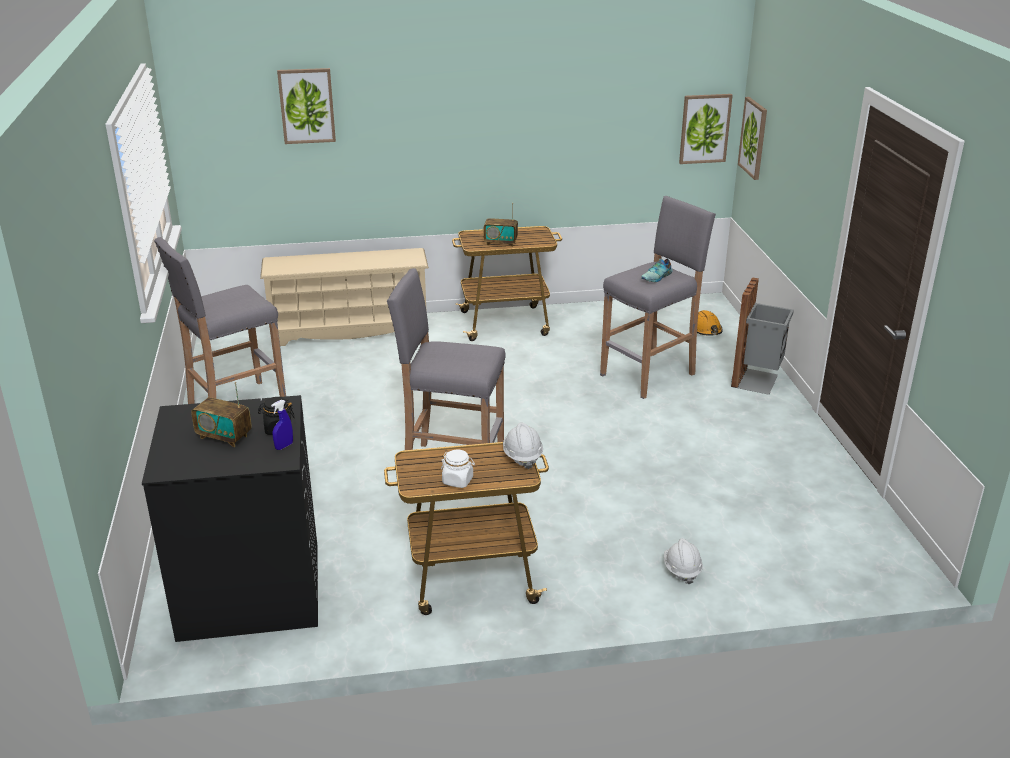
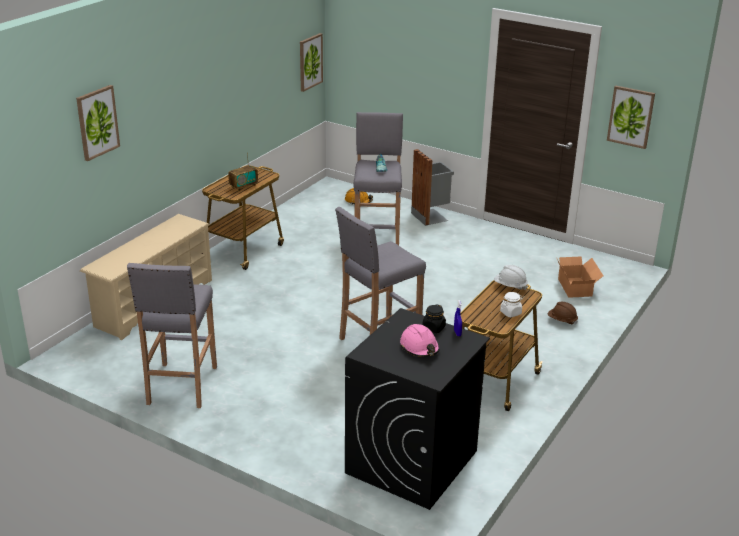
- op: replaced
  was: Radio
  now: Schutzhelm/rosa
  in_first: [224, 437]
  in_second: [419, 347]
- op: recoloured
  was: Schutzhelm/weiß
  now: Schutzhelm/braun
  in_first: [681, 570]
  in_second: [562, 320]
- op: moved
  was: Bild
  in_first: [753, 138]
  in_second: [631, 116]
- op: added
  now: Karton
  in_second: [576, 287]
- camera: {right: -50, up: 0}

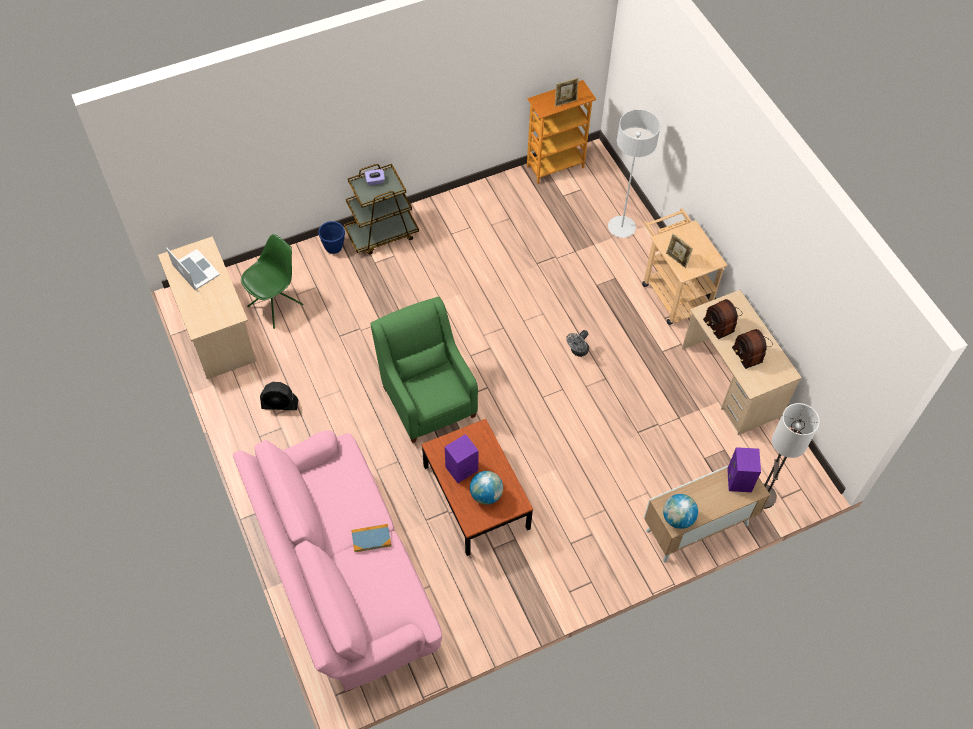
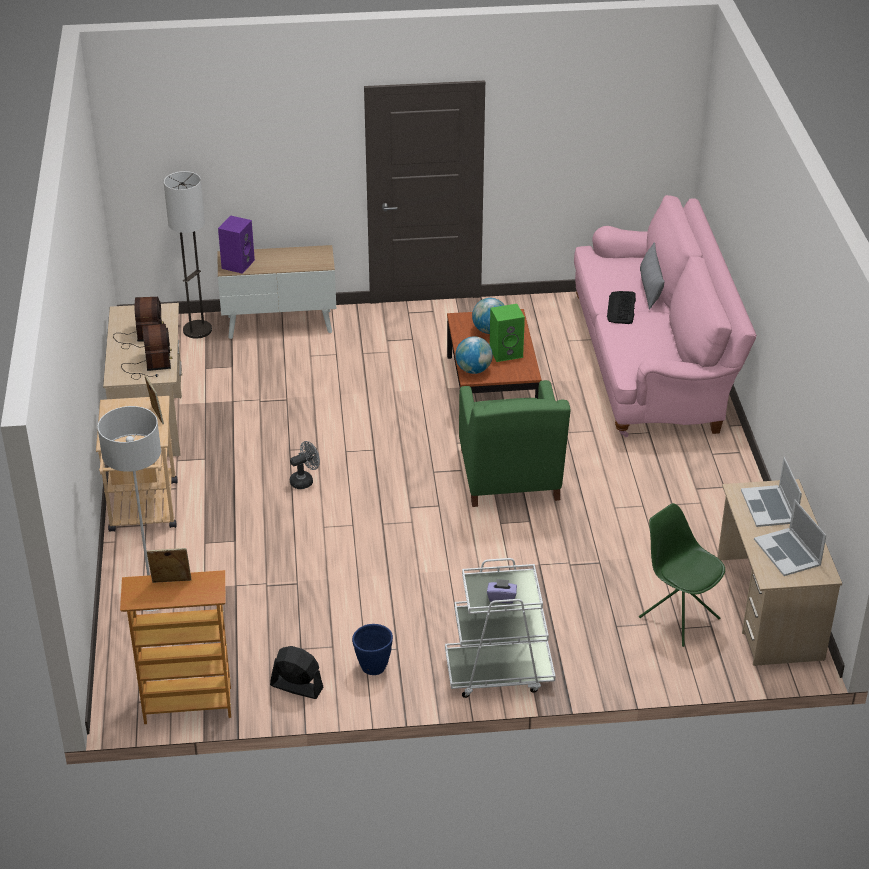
- op: turned
  was: Stuhl/grün
  in_first: [276, 305]
  in_second: [678, 617]
  clockwise: 75
- op: moved
  was: Ventilator/schwarz
  in_first: [280, 404]
  in_second: [296, 686]
- op: moved
  was: Pflanzkübel/blau
  in_first: [334, 248]
  in_second: [373, 667]
- op: recoloured
  was: Rollwagen/braun
  now: Rollwagen/weiß
  in_first: [382, 234]
  in_second: [498, 673]
- op: replaced
  was: Buch
  now: Tastatur
  in_first: [371, 538]
  in_second: [621, 308]
- op: recoloured
  was: Lautsprecher/lila
  now: Lautsprecher/grün
  in_first: [461, 469]
  in_second: [506, 352]
- op: moved
  was: Globus
  in_first: [677, 518]
  in_second: [473, 370]
- op: added
  now: Kissen/grau
  in_second: [650, 289]
- op: added
  now: Laptop
  in_second: [769, 506]
- camera: {right: -160, up: -20}

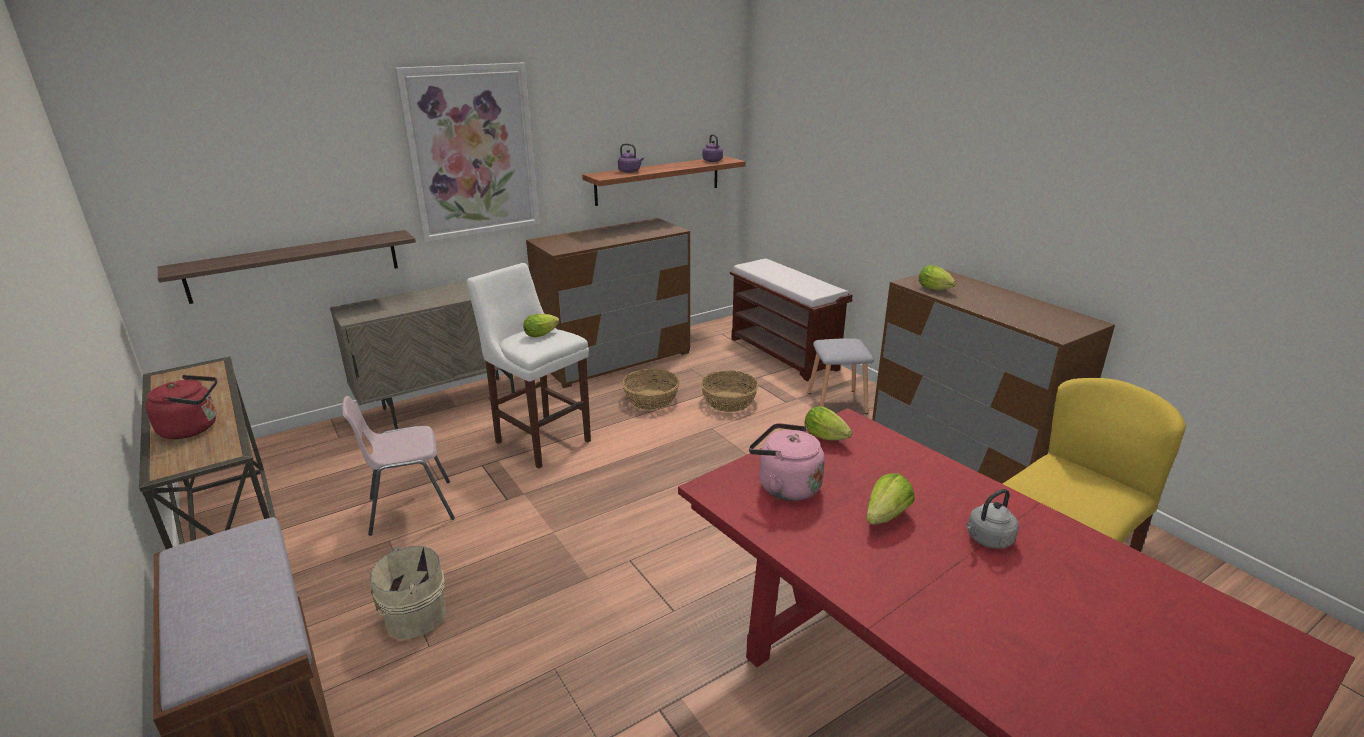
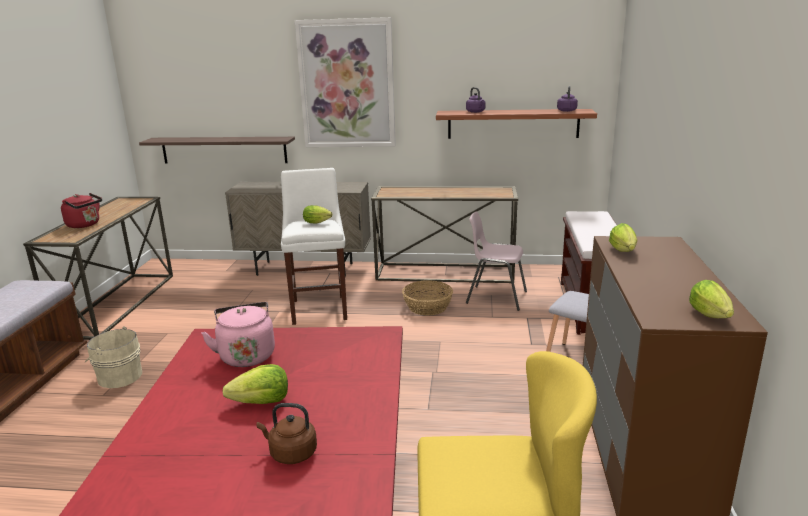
- op: moved
  was: Stuhl/rosa
  in_first: [410, 508]
  in_second: [495, 297]
- op: replaced
  was: Kommode/braun
  now: Konsolentisch
  in_first: [615, 359]
  in_second: [445, 272]
- op: removed
  was: Korb
  in_first: [729, 401]
- op: moved
  was: Salatkopf
  in_first: [828, 438]
  in_second: [711, 317]
- op: recoloured
  was: Wasserkessel/grau
  now: Wasserkessel/braun
  in_first: [987, 539]
  in_second: [291, 453]
- camera: {right: 40, up: -5}

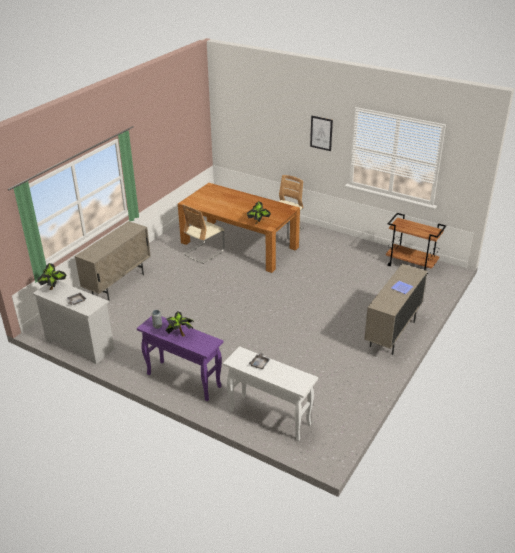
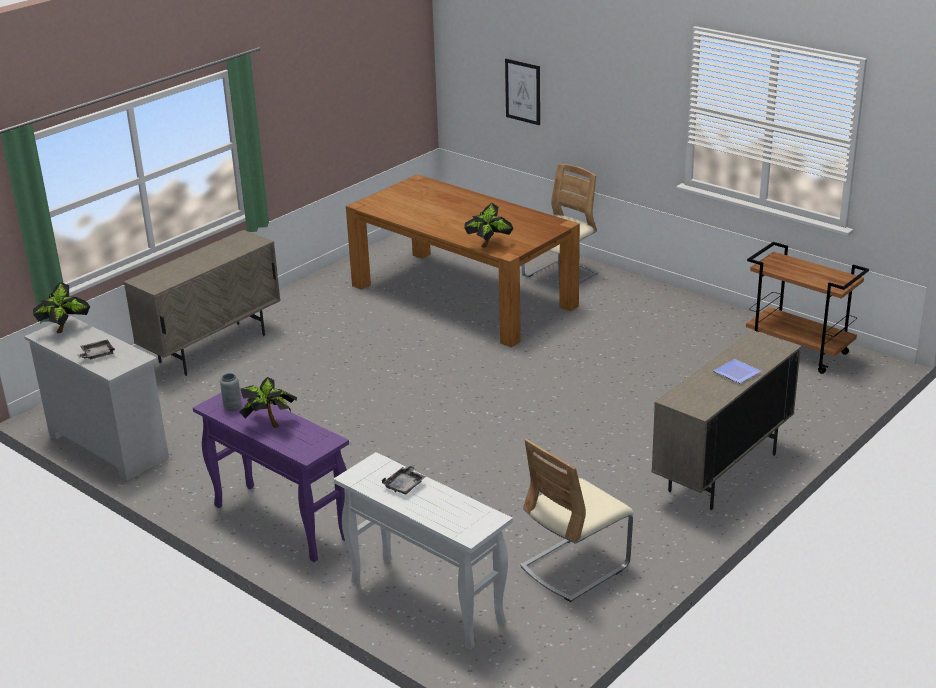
- op: moved
  was: Stuhl/beige
  in_first: [204, 252]
  in_second: [575, 566]
- op: moved
  was: Bild
  in_first: [321, 133]
  in_second: [523, 91]
- camera: {right: 10, up: -5}

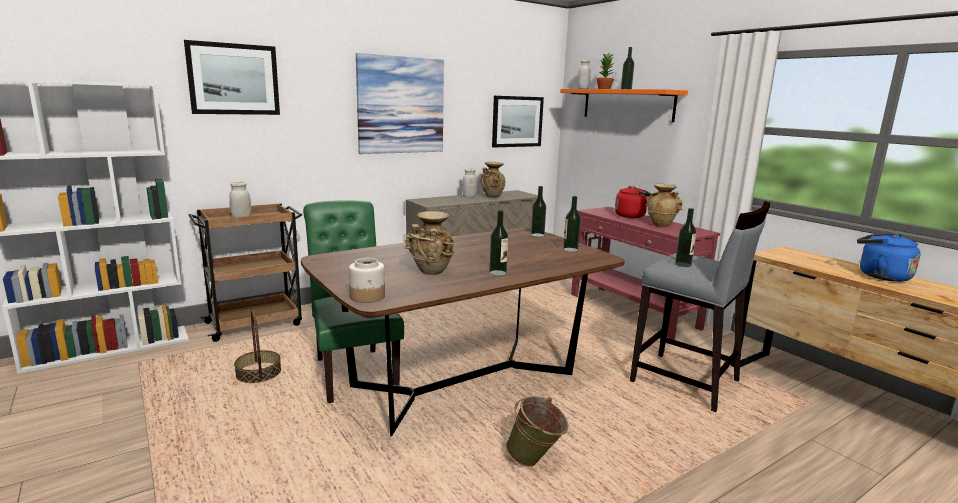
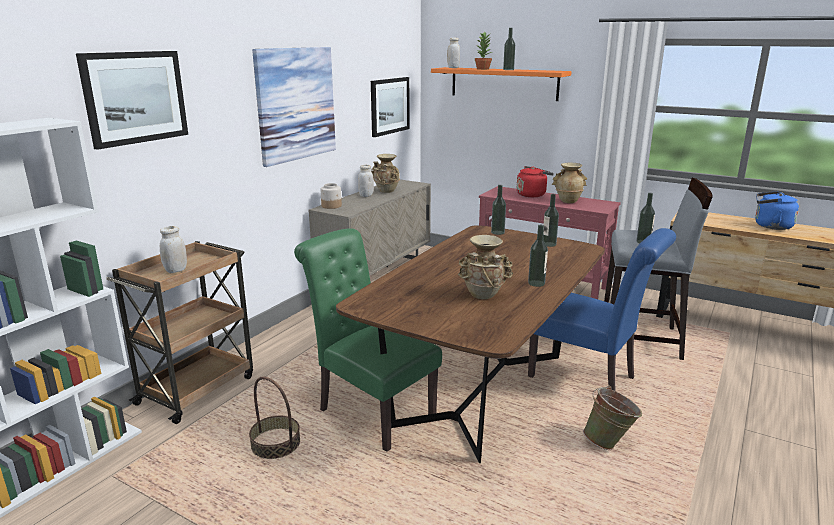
- op: moved
  was: Vorratsglas
  in_first: [367, 297]
  in_second: [331, 206]
- op: added
  now: Stuhl/blau
  in_second: [588, 379]
- camera: {right: -25, up: 5}

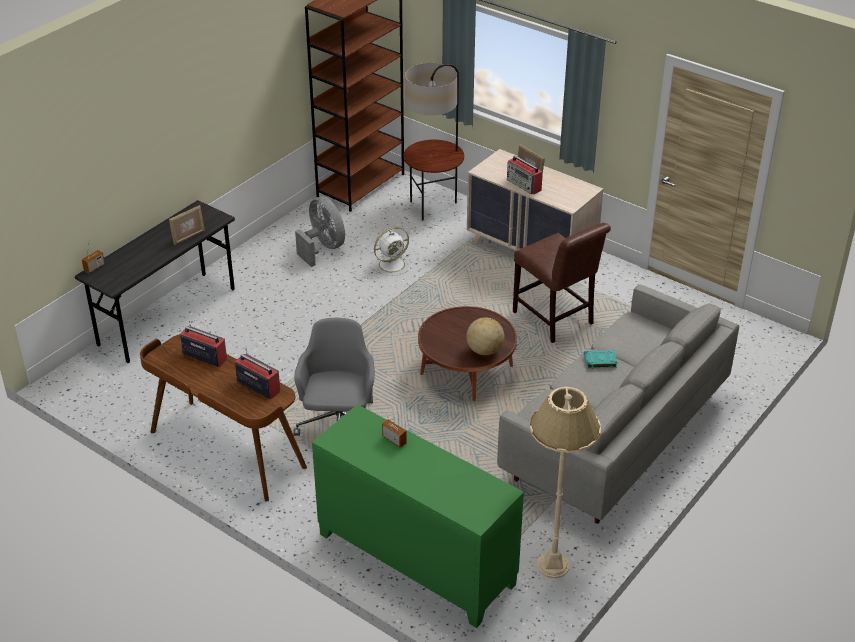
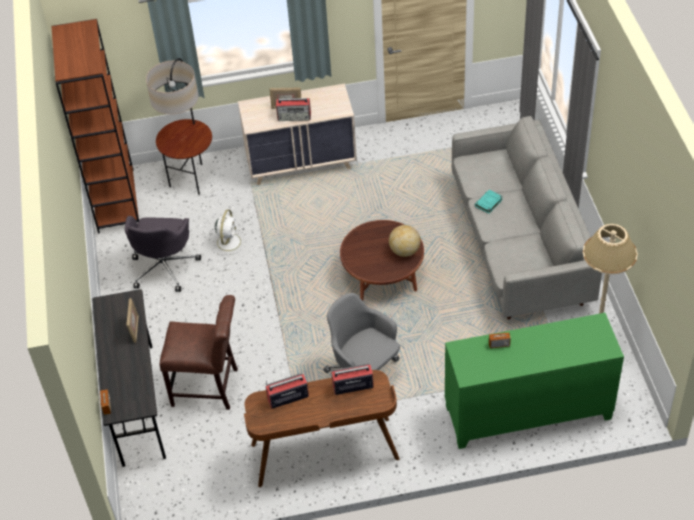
- op: replaced
  was: Ventilator/grau
  now: Bürostuhl/grau
  in_first: [323, 248]
  in_second: [164, 267]
- op: moved
  was: Stuhl/braun
  in_first: [555, 320]
  in_second: [209, 388]
- camera: {right: -45, up: 10}

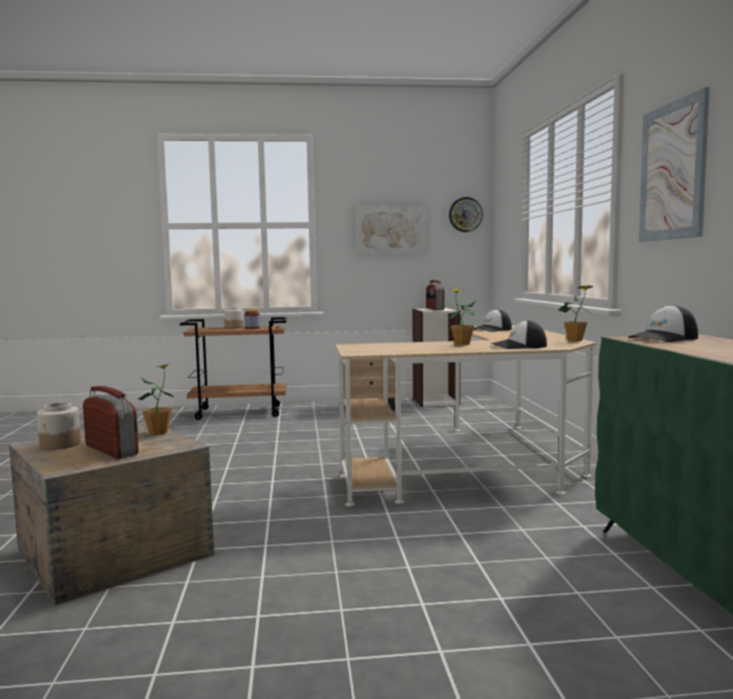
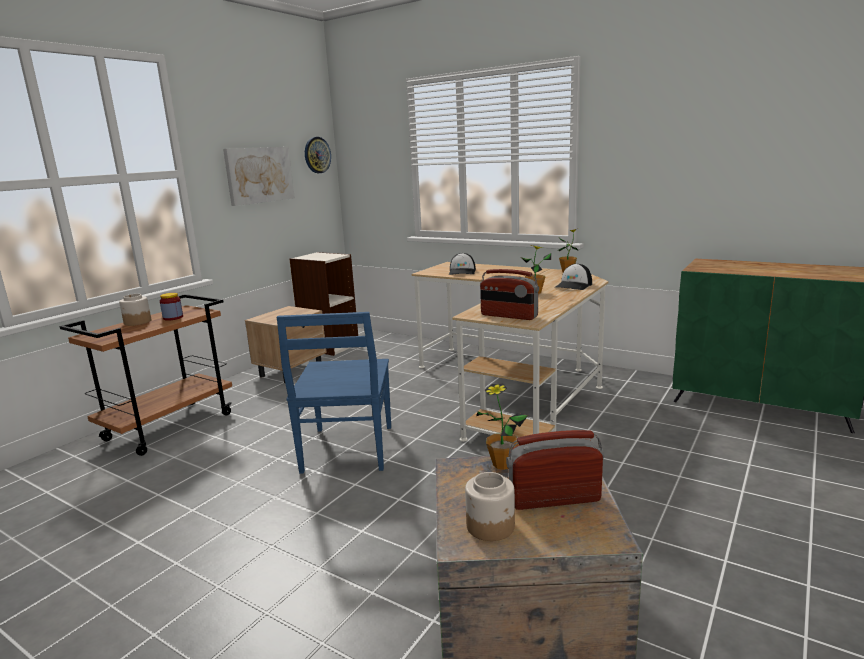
- op: moved
  was: Radio
  in_first: [434, 309]
  in_second: [508, 316]
- op: removed
  was: Kappe
  in_first: [663, 338]
- op: removed
  was: Bild
  in_first: [672, 171]
- op: added
  now: Stuhl/blau
  in_second: [347, 450]
- camera: {right: -50, up: 10}

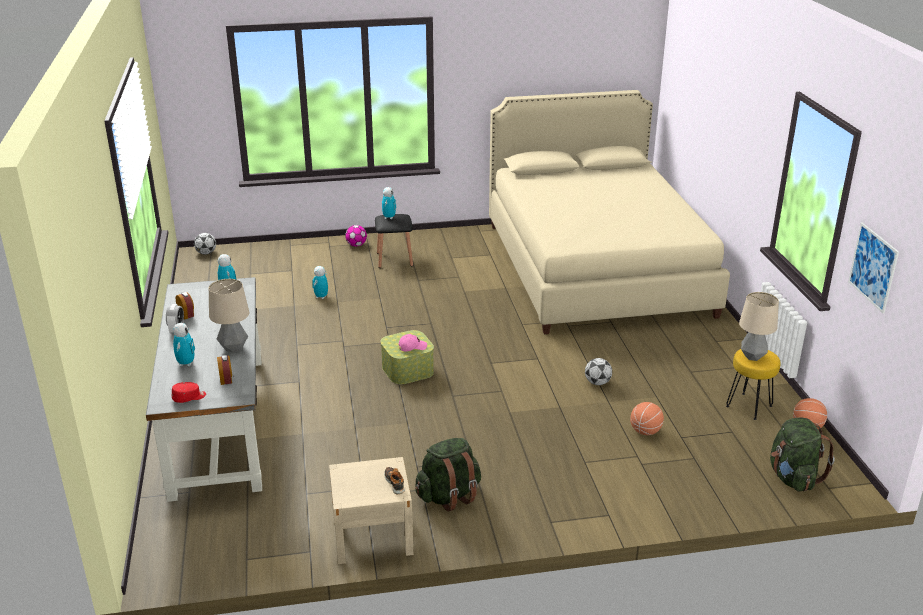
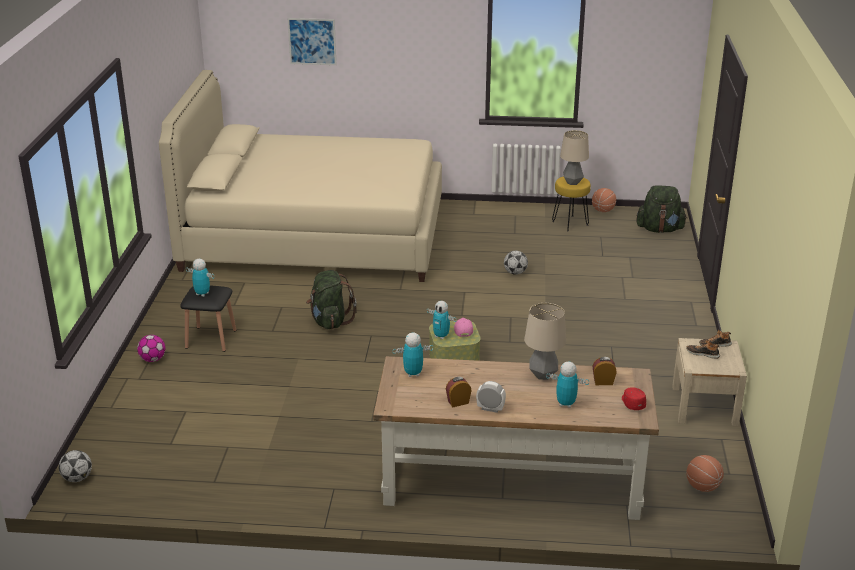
- op: recoloured
  was: Schreibtisch/grau
  now: Schreibtisch/braun
  in_first: [218, 423]
  in_second: [510, 482]
- op: moved
  was: Spielzeugroboter
  in_first: [321, 297]
  in_second: [441, 336]
- op: moved
  was: Rucksack/grün
  in_first: [449, 496]
  in_second: [330, 321]
- op: moved
  was: Basketball
  in_first: [645, 431]
  in_second: [703, 487]
- op: moved
  was: Bild
  in_first: [873, 267]
  in_second: [312, 41]
- op: added
  now: Schuh
  in_second: [703, 353]
- camera: {right: -75, up: 0}

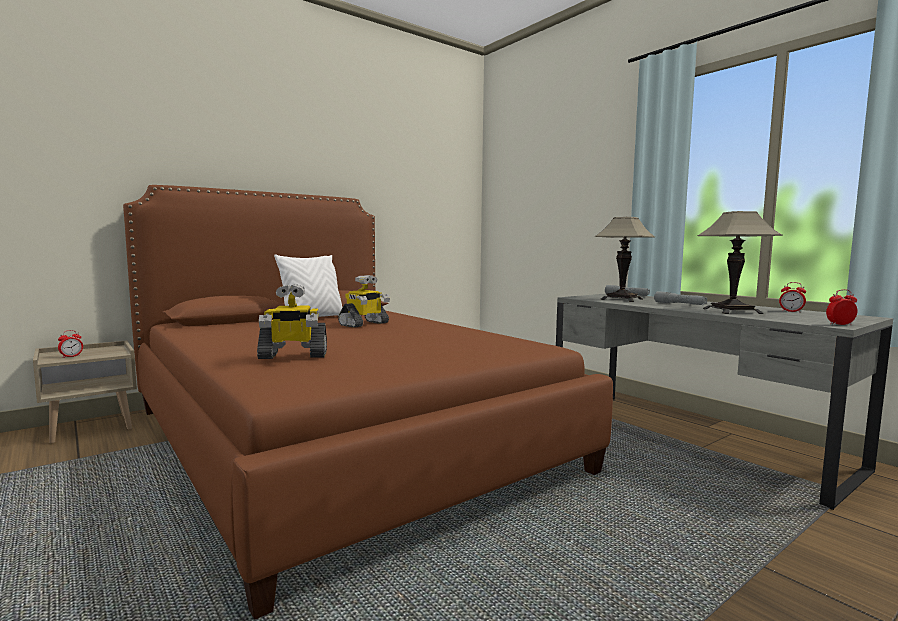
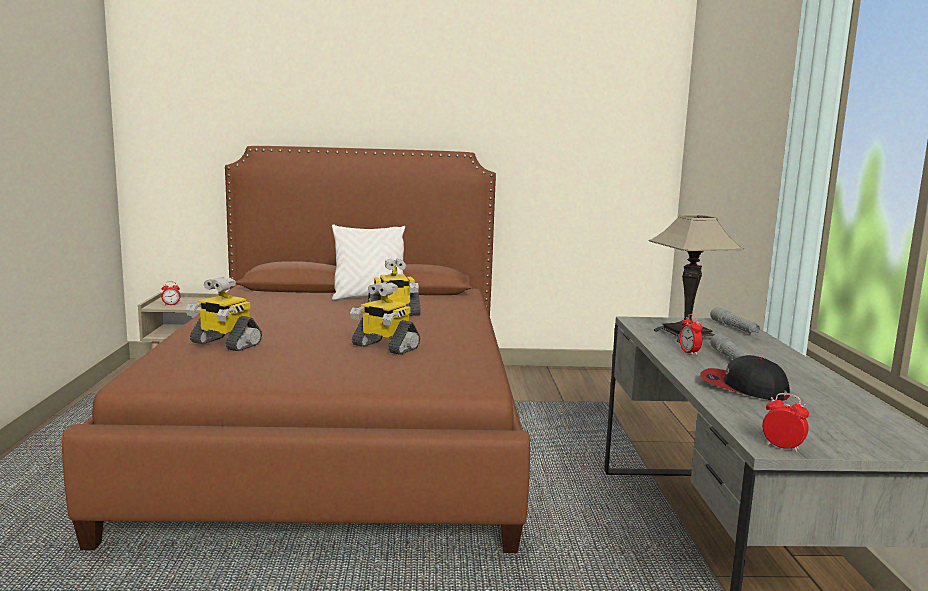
- op: replaced
  was: Tischlampe
  now: Kappe
  in_first: [732, 311]
  in_second: [743, 388]
- op: moved
  was: Wecker
  in_first: [791, 311]
  in_second: [689, 352]
- op: added
  now: Spielzeugroboter
  in_second: [384, 347]
- camera: {right: 35, up: 5}

